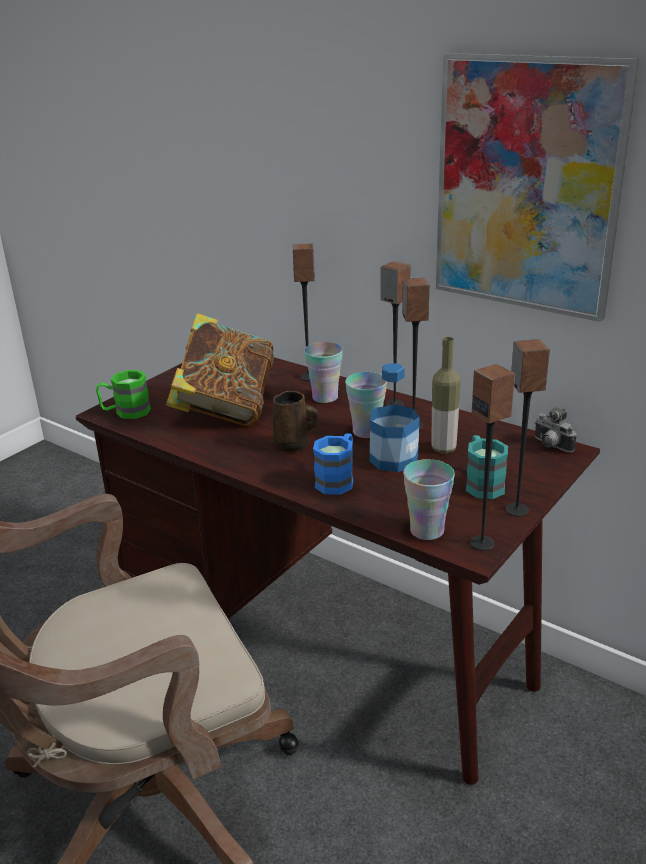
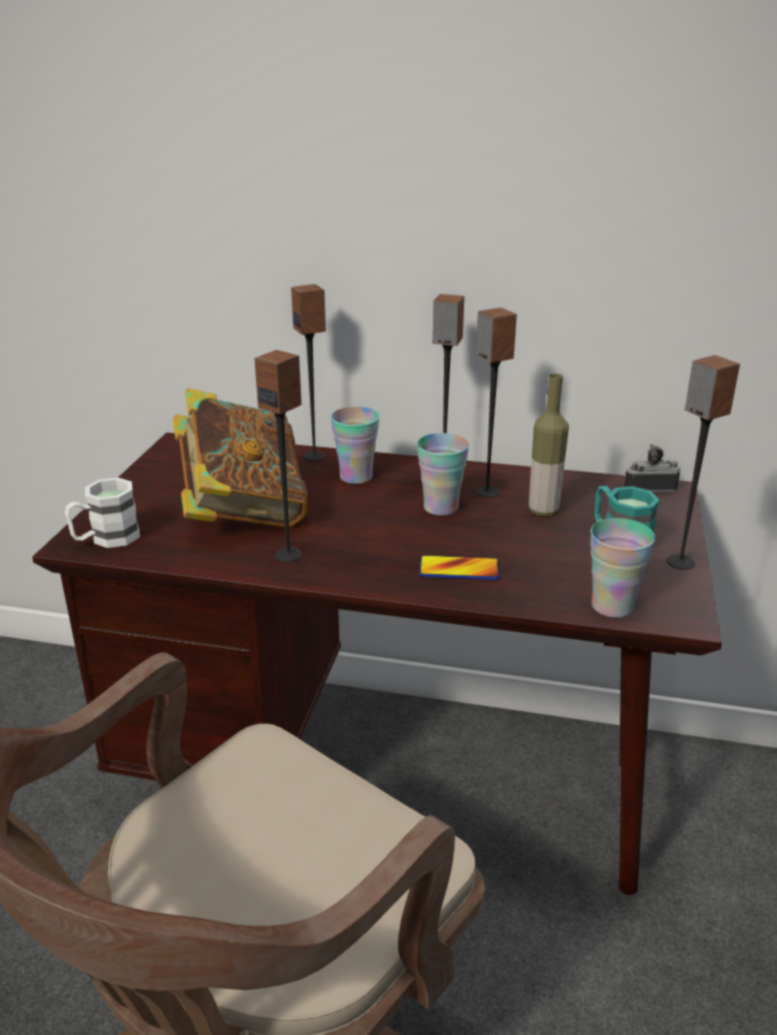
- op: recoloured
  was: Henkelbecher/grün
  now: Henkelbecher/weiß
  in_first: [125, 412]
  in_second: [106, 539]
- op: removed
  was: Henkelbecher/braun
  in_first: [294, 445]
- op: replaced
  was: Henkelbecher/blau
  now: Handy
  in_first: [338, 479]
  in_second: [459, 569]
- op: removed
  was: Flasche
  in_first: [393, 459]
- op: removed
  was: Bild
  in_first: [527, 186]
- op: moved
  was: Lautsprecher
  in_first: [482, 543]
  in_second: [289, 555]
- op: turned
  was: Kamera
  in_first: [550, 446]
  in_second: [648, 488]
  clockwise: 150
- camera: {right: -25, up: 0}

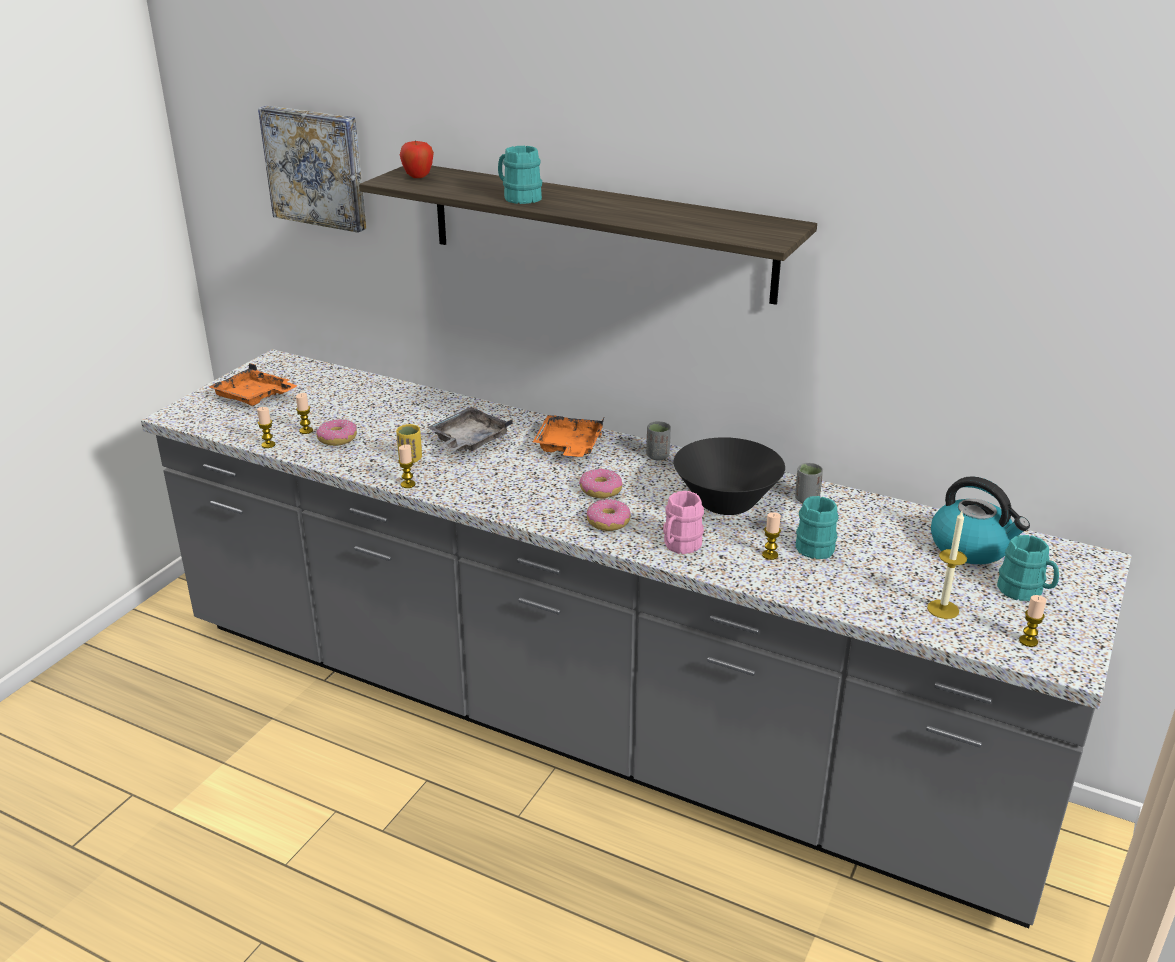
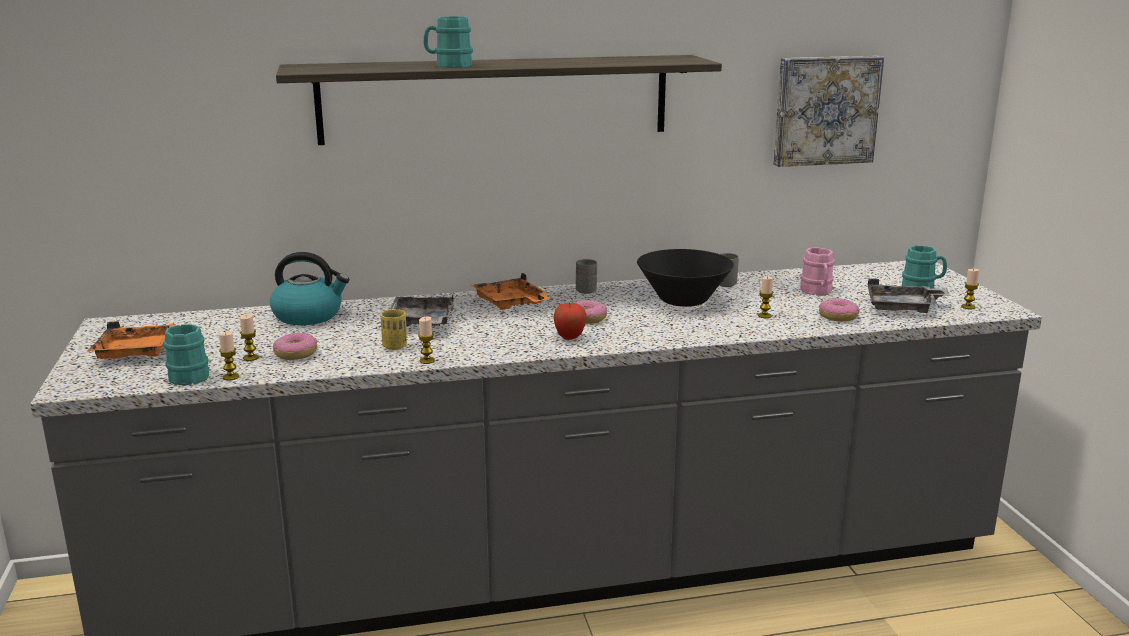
- op: moved
  was: Bild
  in_first: [317, 167]
  in_second: [825, 110]
- op: moved
  was: Apfel
  in_first: [418, 177]
  in_second: [569, 338]
- op: moved
  was: Donut
  in_first: [608, 522]
  in_second: [838, 317]
- op: moved
  was: Henkelbecher/rosa
  in_first: [679, 546]
  in_second: [817, 292]
- op: moved
  was: Henkelbecher/türkis
  in_first: [813, 545]
  in_second: [186, 376]
- op: replaced
  was: Kerze
  now: Tablett/grau
  in_first: [943, 609]
  in_second: [903, 308]
- op: moved
  was: Wasserkessel
  in_first: [971, 547]
  in_second: [309, 315]
- camera: {right: -40, up: -10}

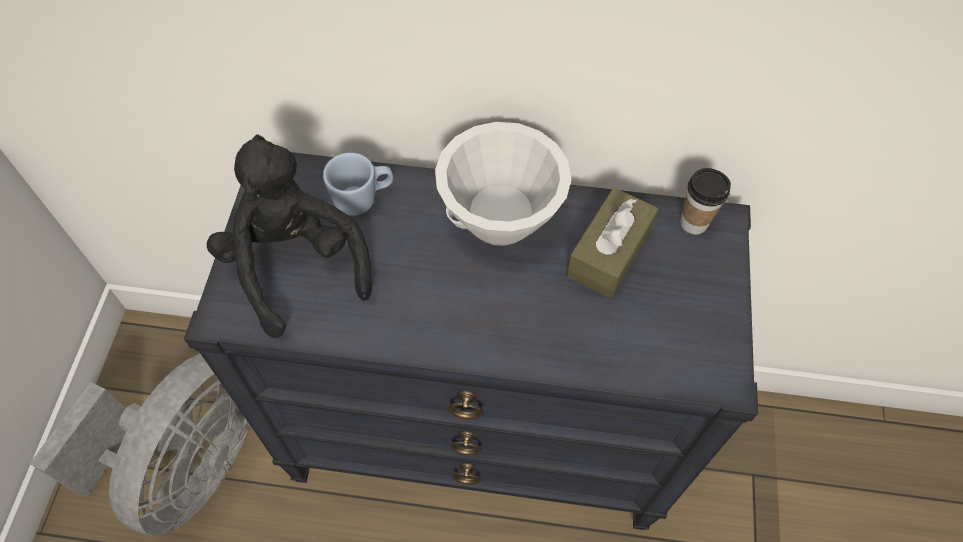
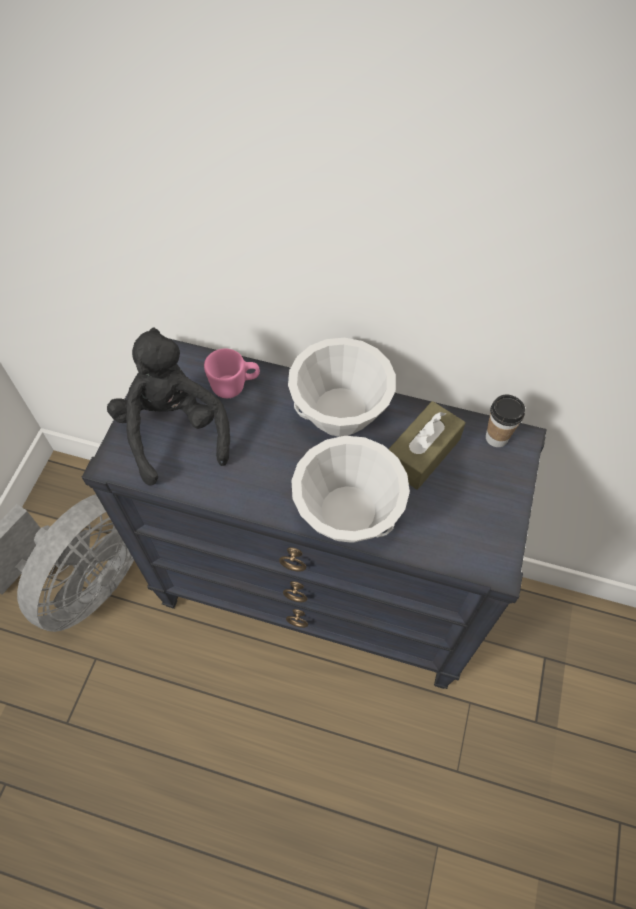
- op: recoloured
  was: Henkelbecher/blau
  now: Henkelbecher/rosa
  in_first: [363, 199]
  in_second: [235, 386]
- op: added
  now: Schüssel/weiß
  in_second: [348, 515]
- camera: {right: 10, up: 0}

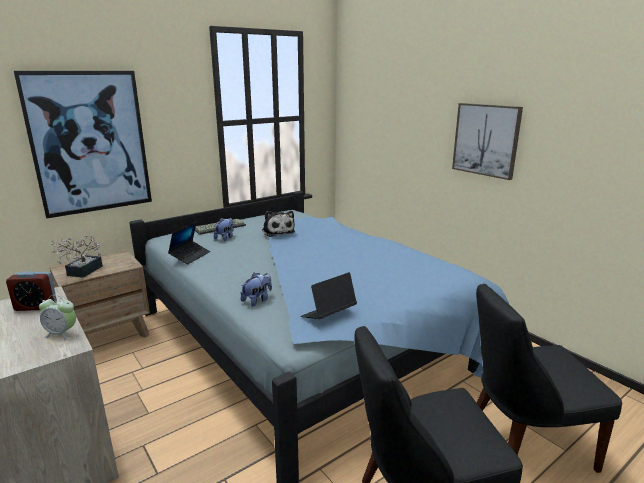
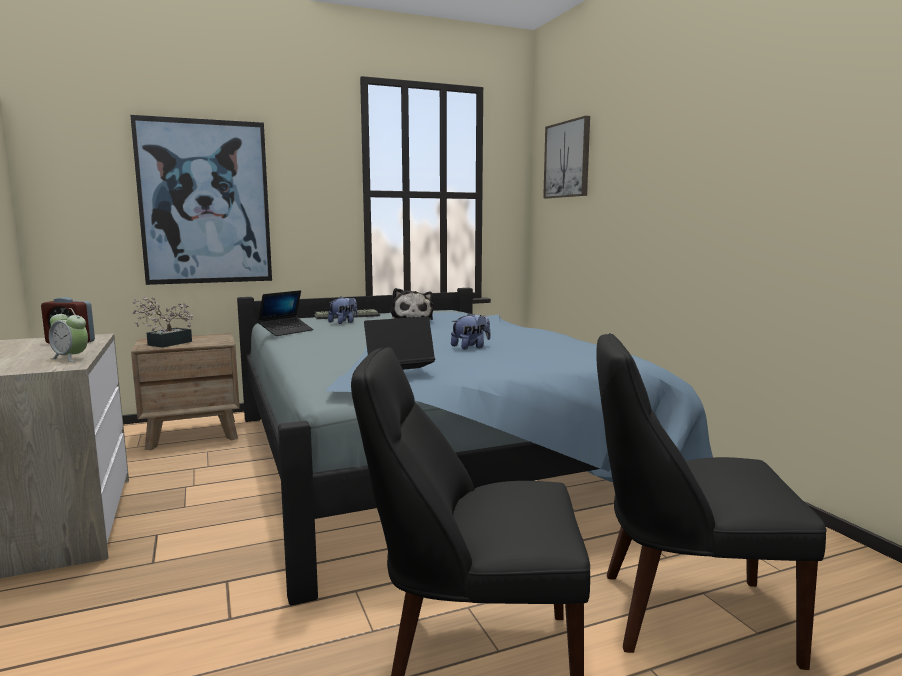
- op: moved
  was: Plüschtier
  in_first: [257, 300]
  in_second: [471, 347]
- op: moved
  was: Bild
  in_first: [486, 140]
  in_second: [567, 159]
- camera: {right: 15, up: -10}

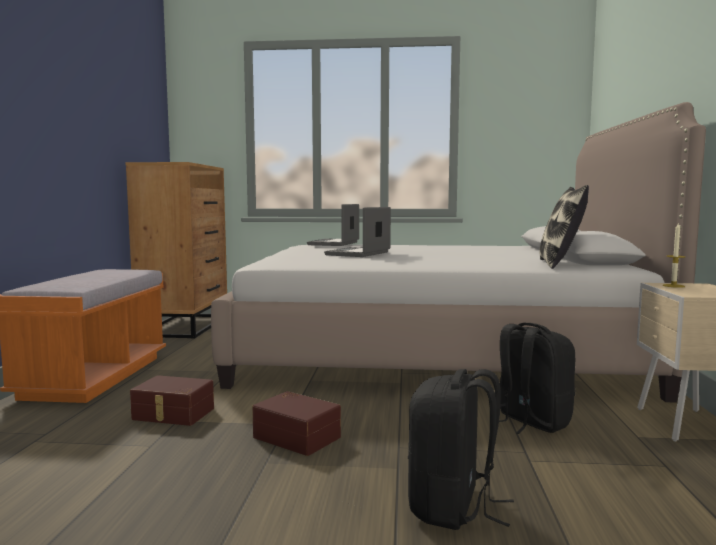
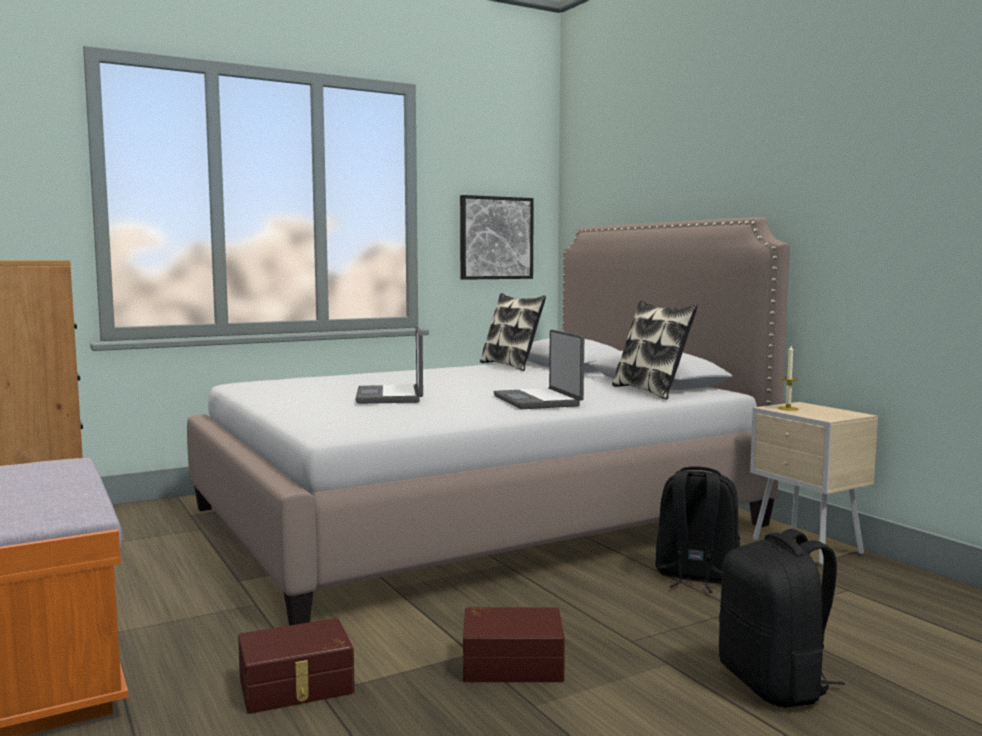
- op: moved
  was: Laptop
  in_first: [334, 244]
  in_second: [539, 401]
- op: added
  now: Bild
  in_second: [496, 238]
- op: added
  now: Kissen
  in_second: [511, 366]
- camera: {right: -35, up: 0}

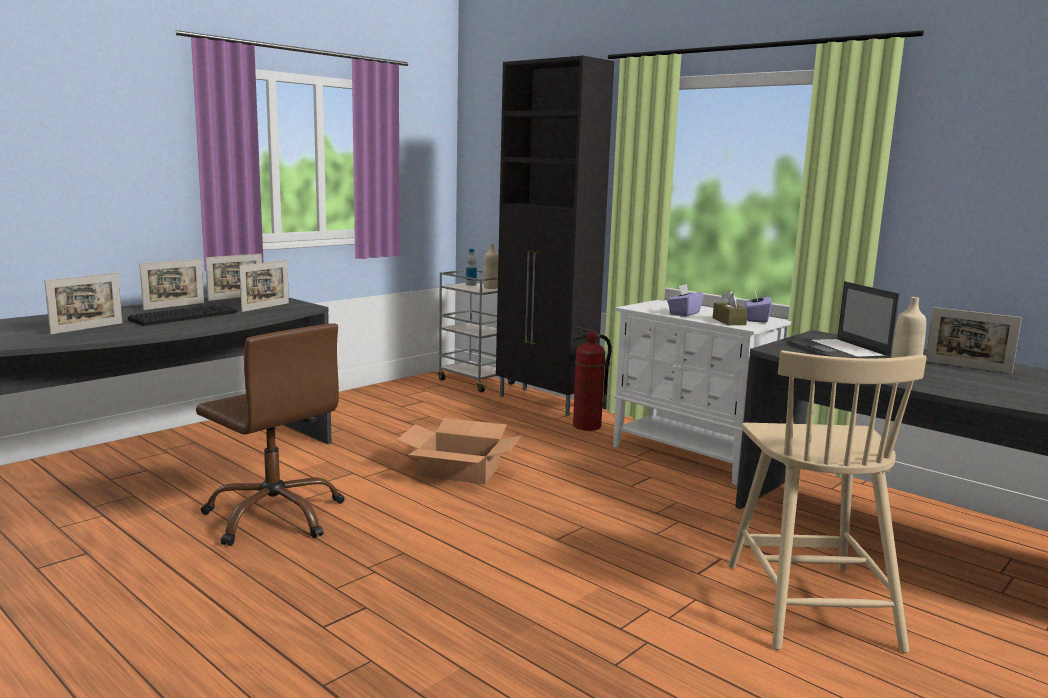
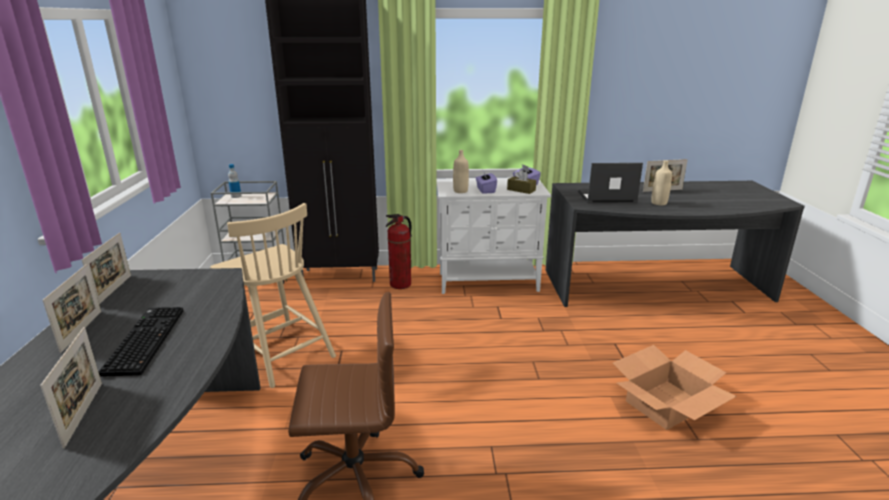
- op: removed
  was: Bilderrahmen
  in_first: [265, 307]
- op: moved
  was: Karton
  in_first: [459, 470]
  in_second: [666, 404]
- op: moved
  was: Flasche/beige
  in_first: [491, 288]
  in_second: [460, 191]
- op: moved
  was: Stuhl/beige
  in_first: [809, 603]
  in_second: [279, 352]
- op: turned
  was: Laptop
  in_first: [838, 352]
  in_second: [605, 197]
  clockwise: 150
- camera: {right: -45, up: 10}

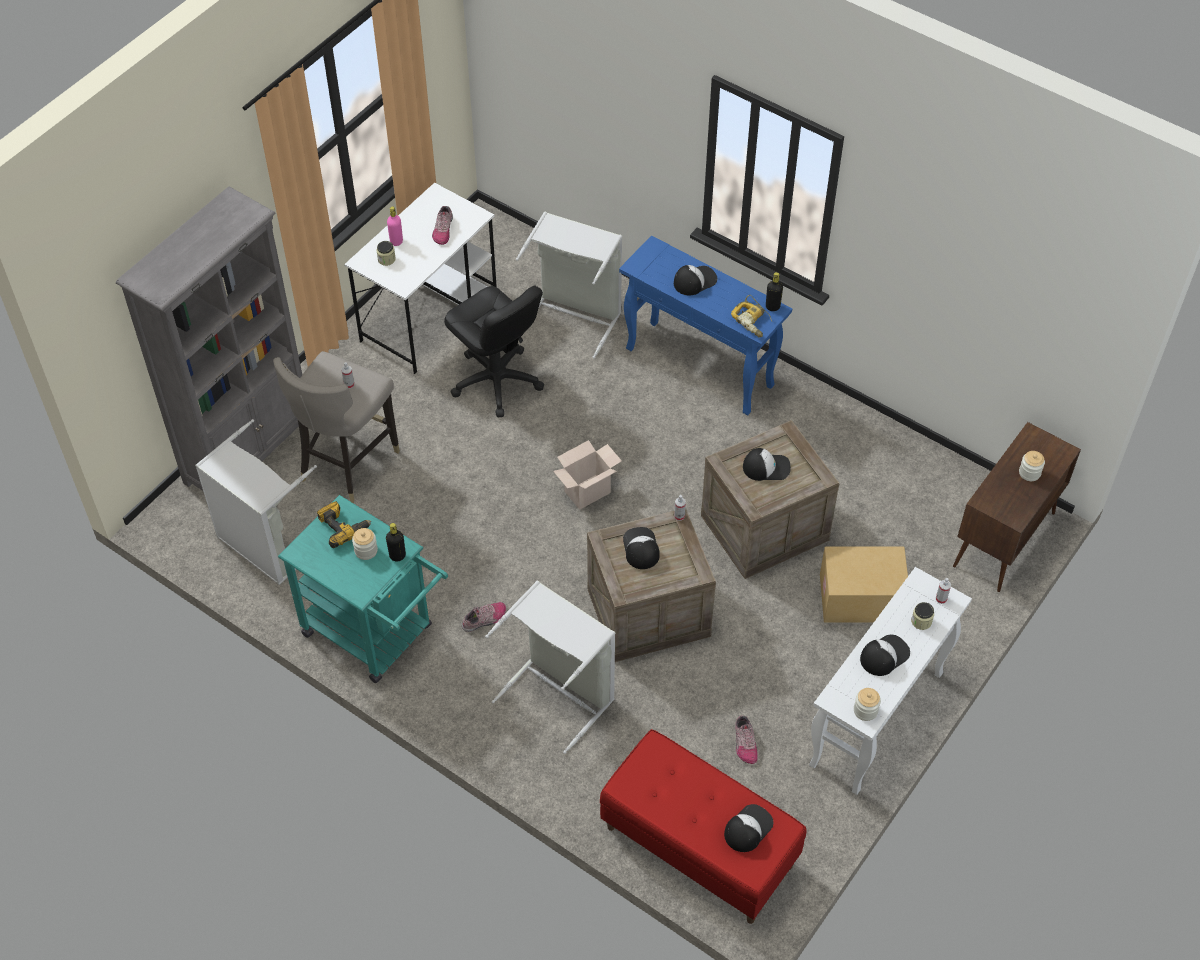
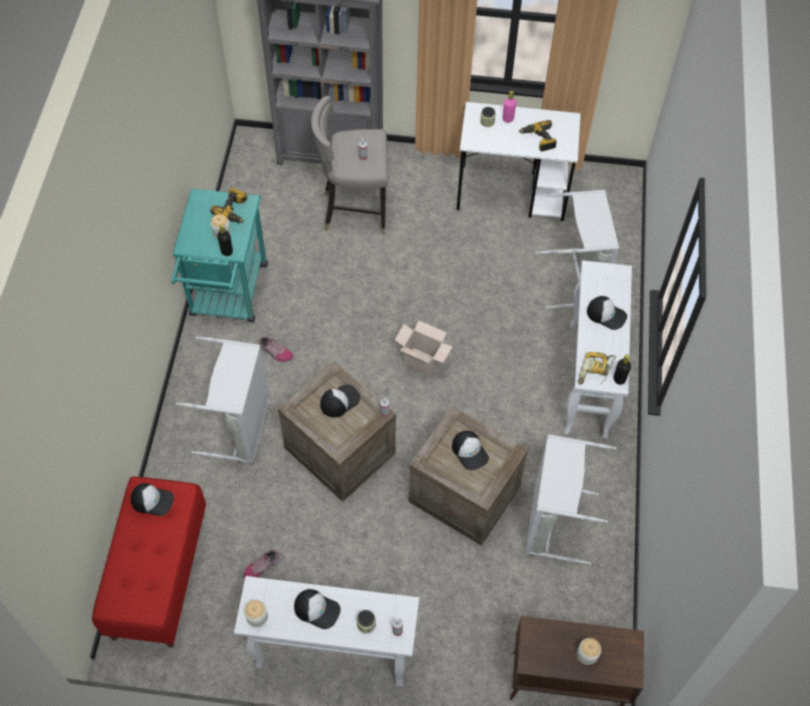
- op: moved
  was: Wäschekorb/grau
  in_first: [266, 545]
  in_second: [551, 521]
- op: replaced
  was: Schuh
  now: Bohrmaschine
  in_first: [443, 230]
  in_second: [539, 139]
- op: removed
  was: Bürostuhl/schwarz
  in_first: [496, 381]
- op: recoloured
  was: Konsolentisch/blau
  now: Konsolentisch/weiß
  in_first: [701, 368]
  in_second: [588, 381]
- op: moved
  was: Kappe
  in_first: [747, 828]
  in_second: [152, 500]
- op: removed
  was: Karton
  in_first: [860, 599]
- camera: {right: 60, up: 5}

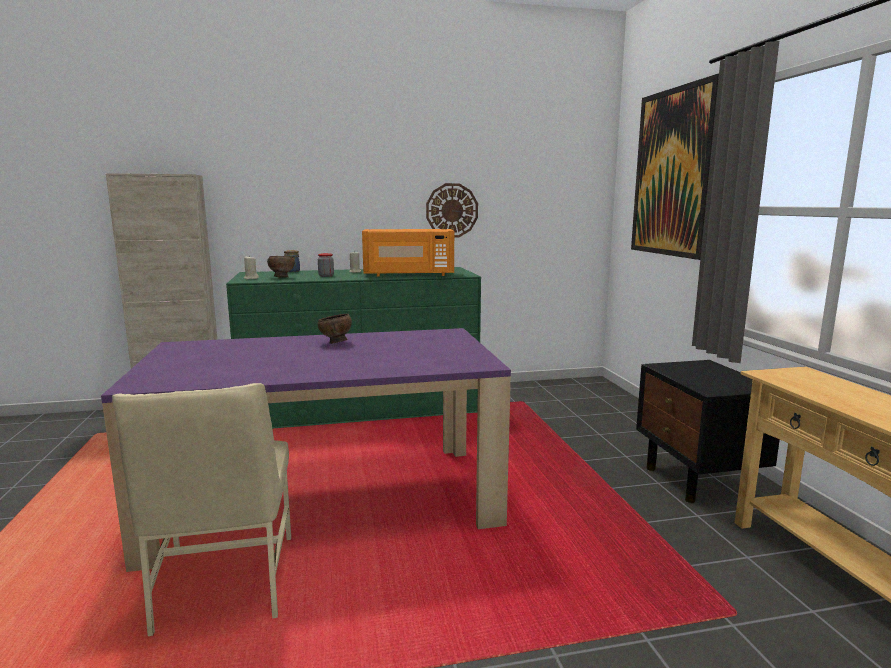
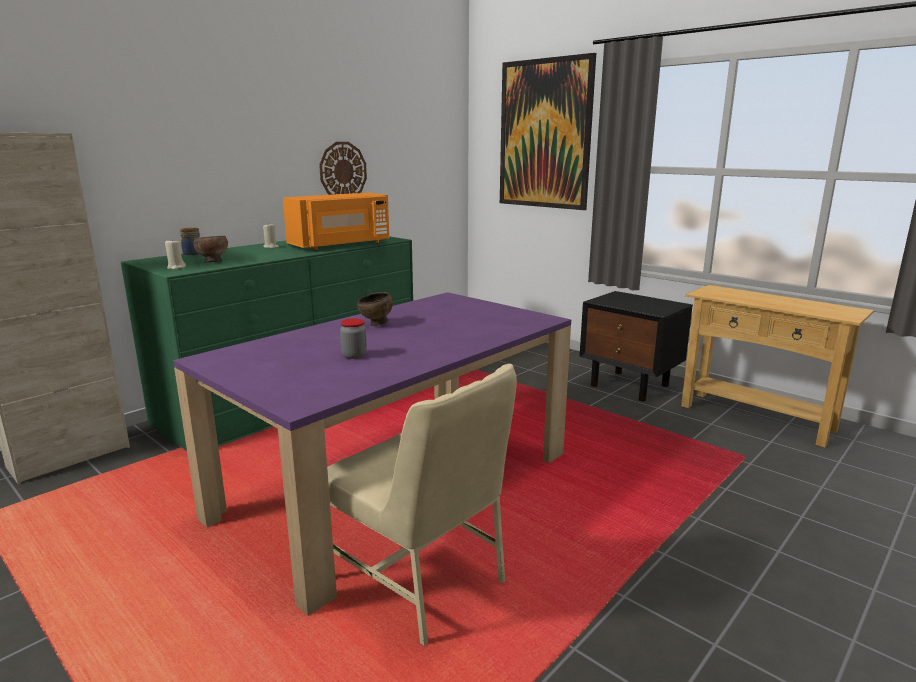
- op: moved
  was: Vorratsglas
  in_first: [326, 276]
  in_second: [354, 356]
- camera: {right: -35, up: 5}

